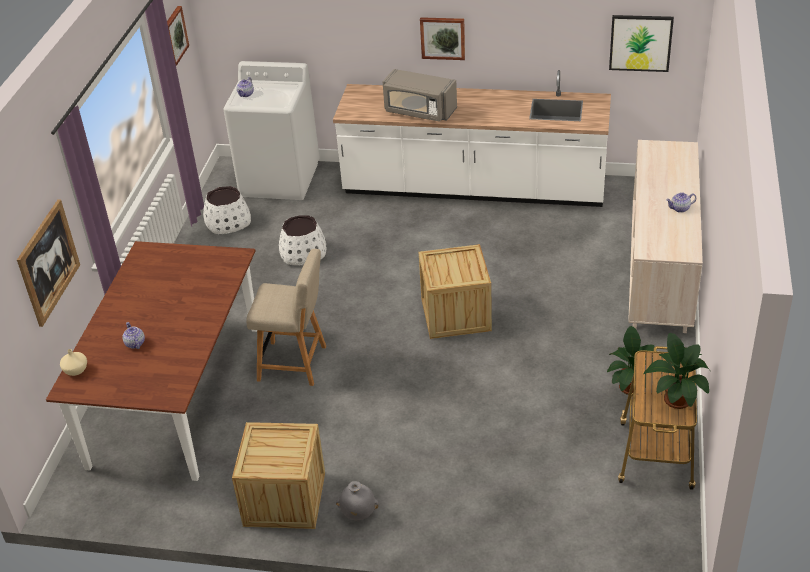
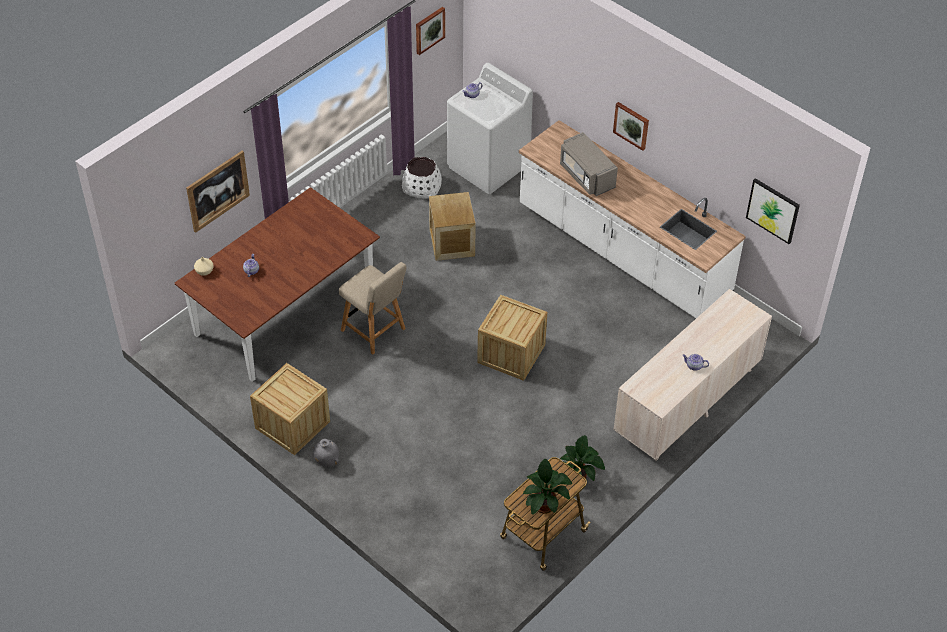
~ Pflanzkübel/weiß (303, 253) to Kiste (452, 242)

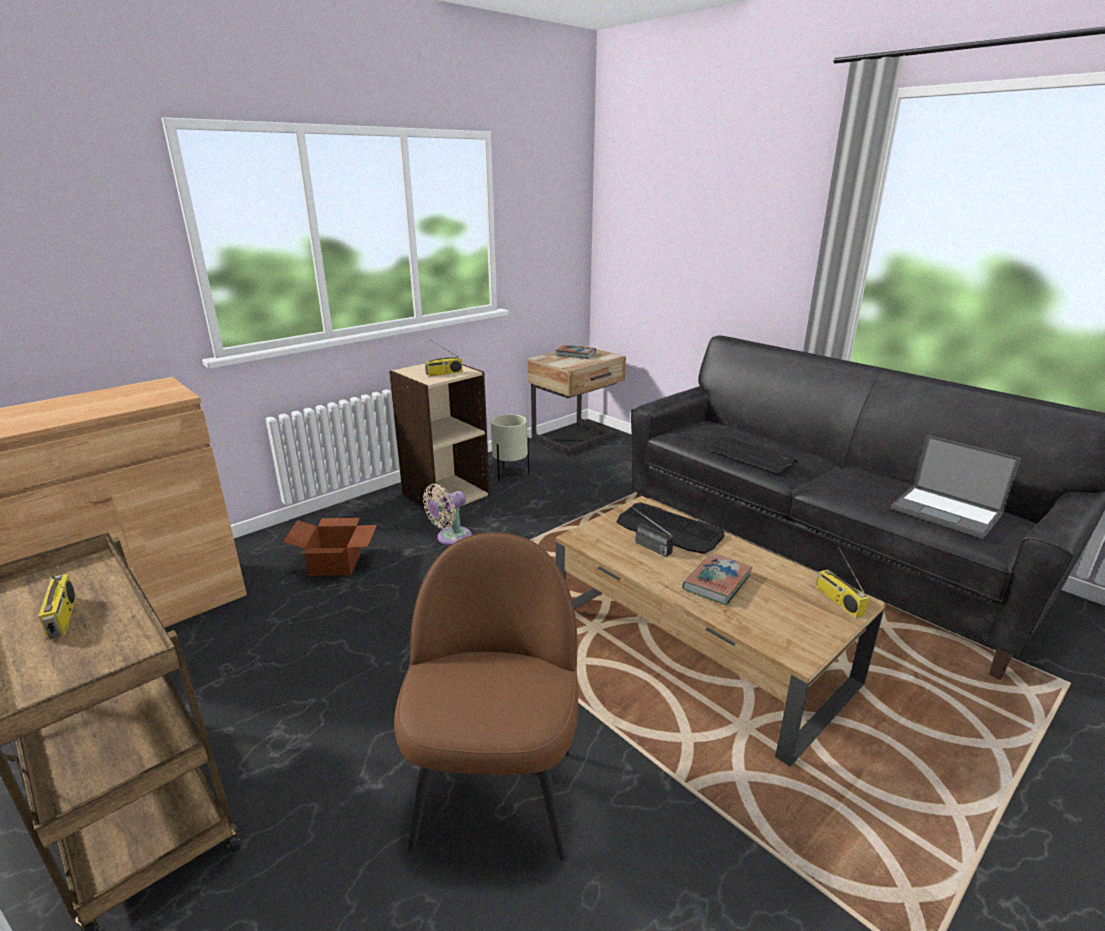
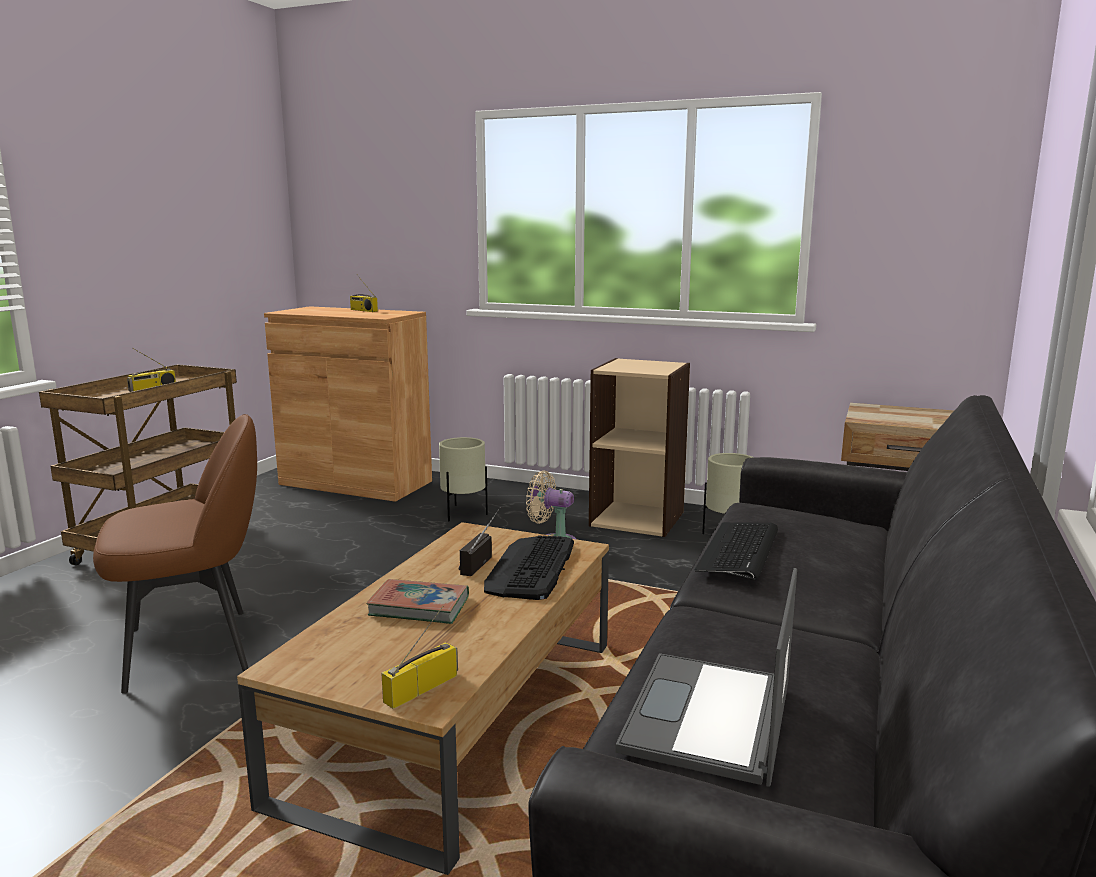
- Buch (575, 354)
~ Radio (444, 373) to (363, 310)
~ Karton (337, 564) to Pflanzkübel/beige (463, 514)

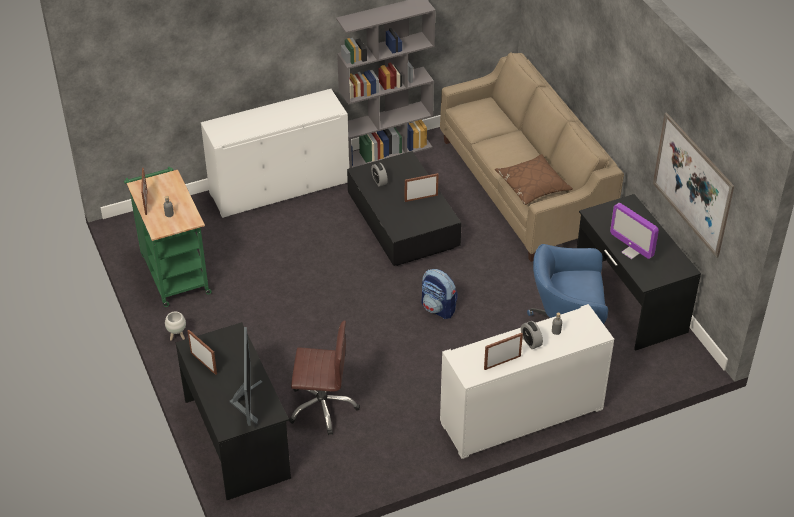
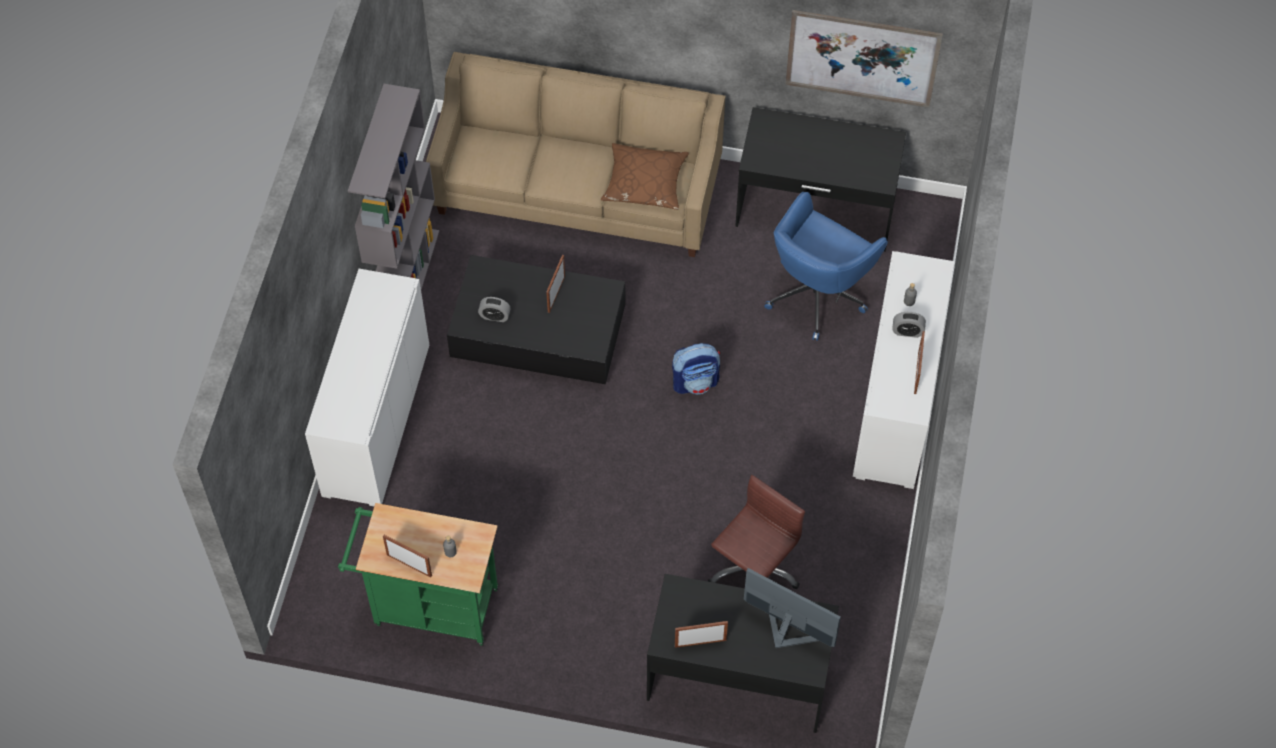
- Pflanzkübel/weiß (177, 336)
- Monitor (631, 252)

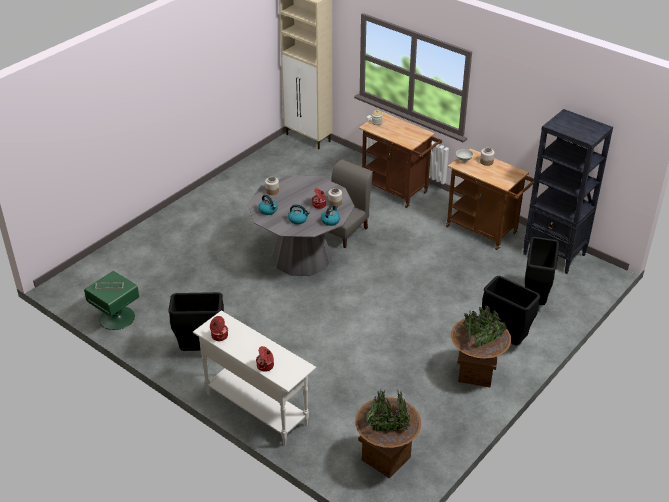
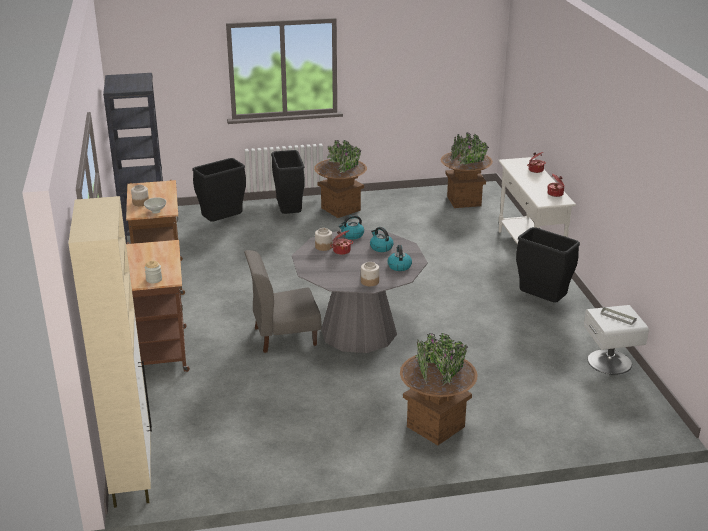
+ Pflanzkübel/braun (435, 427)
~ Nachttisch/grün (116, 318) to Nachttisch/weiß (610, 361)

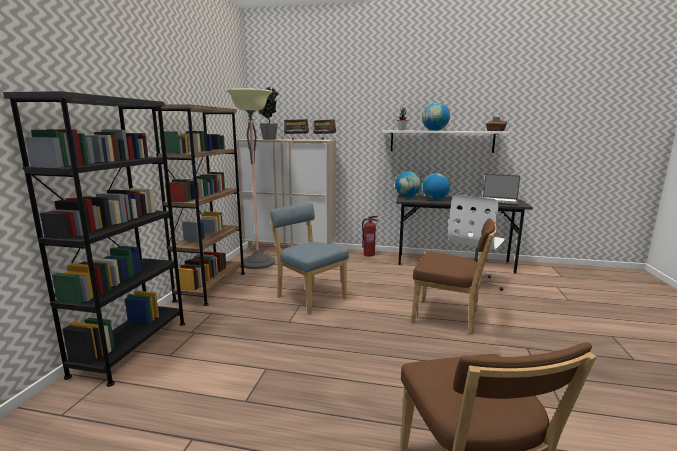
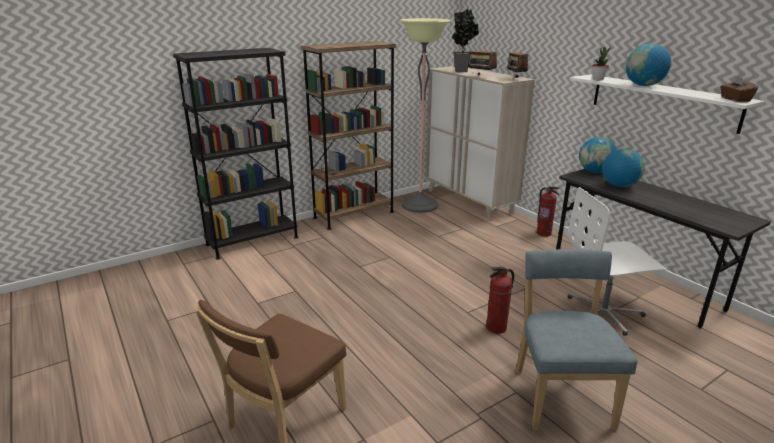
- Laptop (499, 202)
~ Stuhl/blau (309, 297) to (560, 394)
~ Stuhl/braun (449, 317) to Feuerlöscher (496, 328)

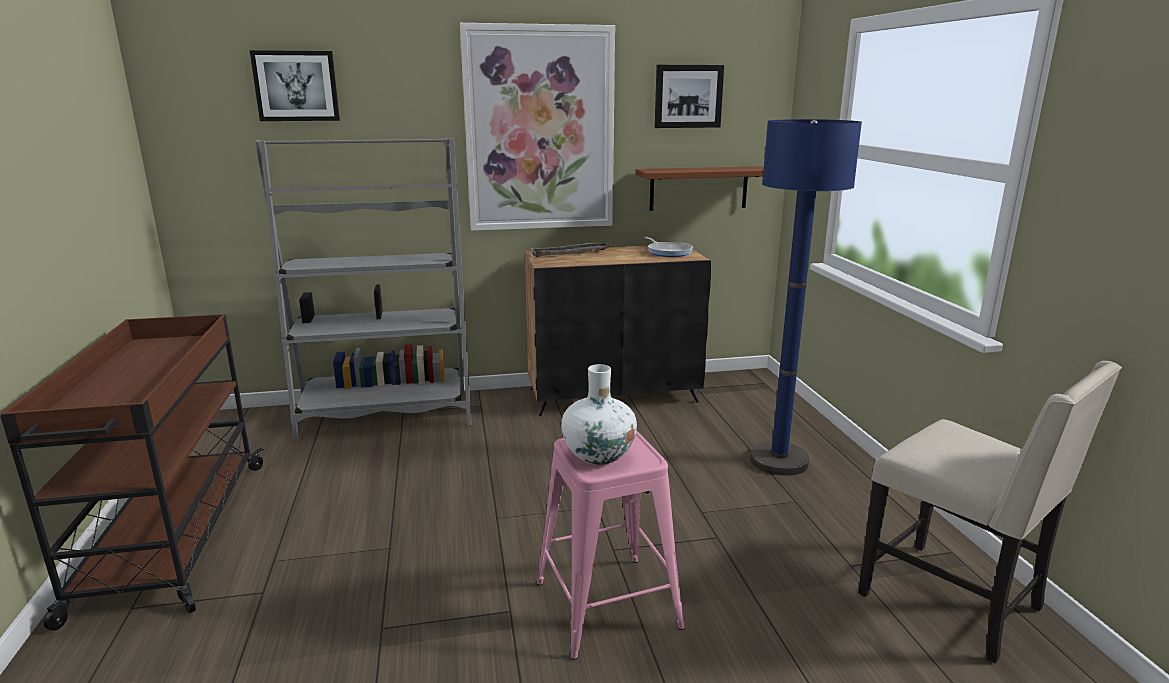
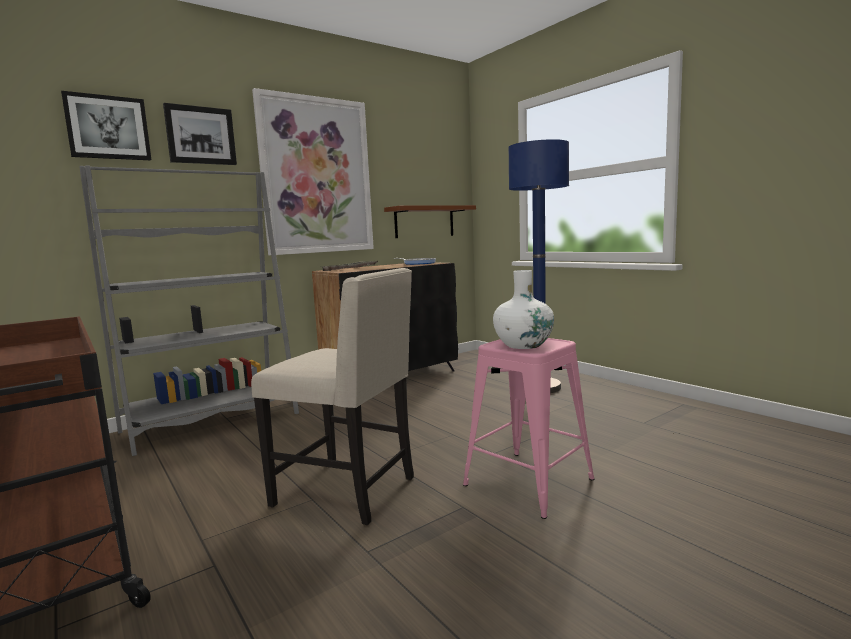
~ Bild (688, 96) to (200, 135)
~ Stuhl/beige (954, 602) to (348, 491)

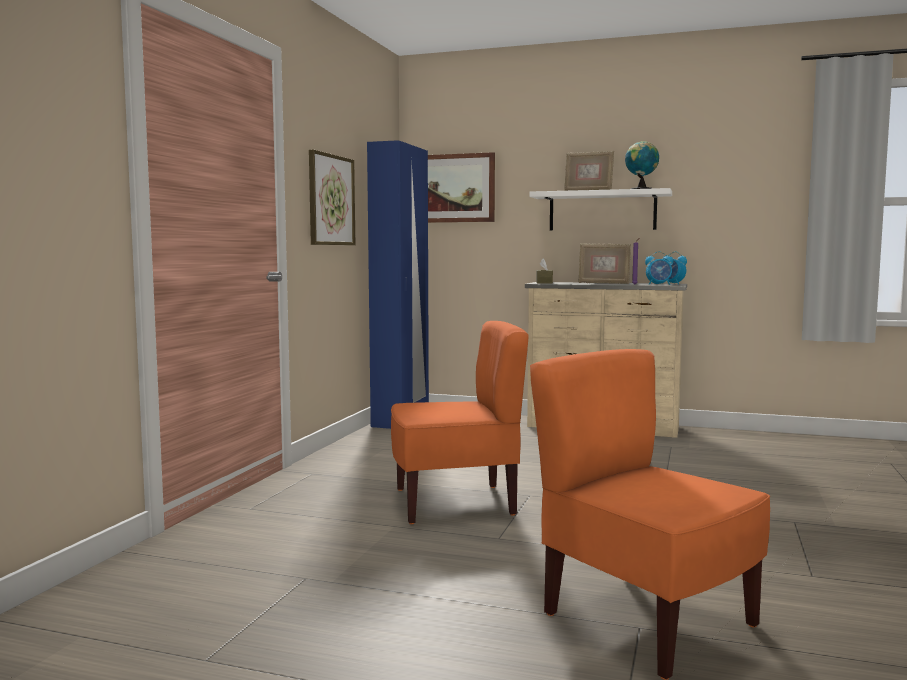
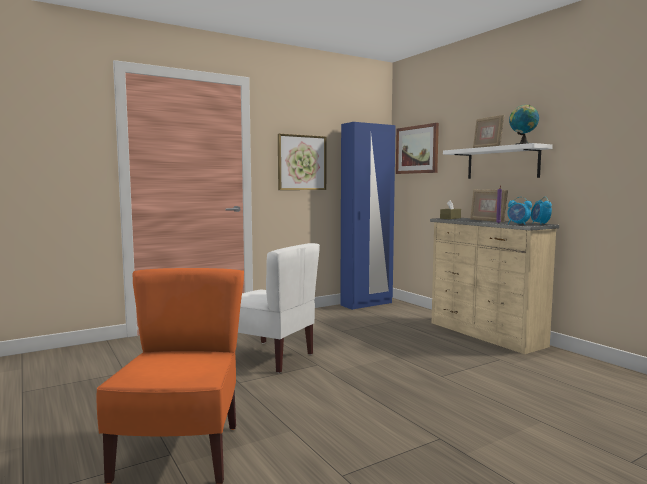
~ Stuhl/orange (455, 503) to Stuhl/weiß (269, 357)

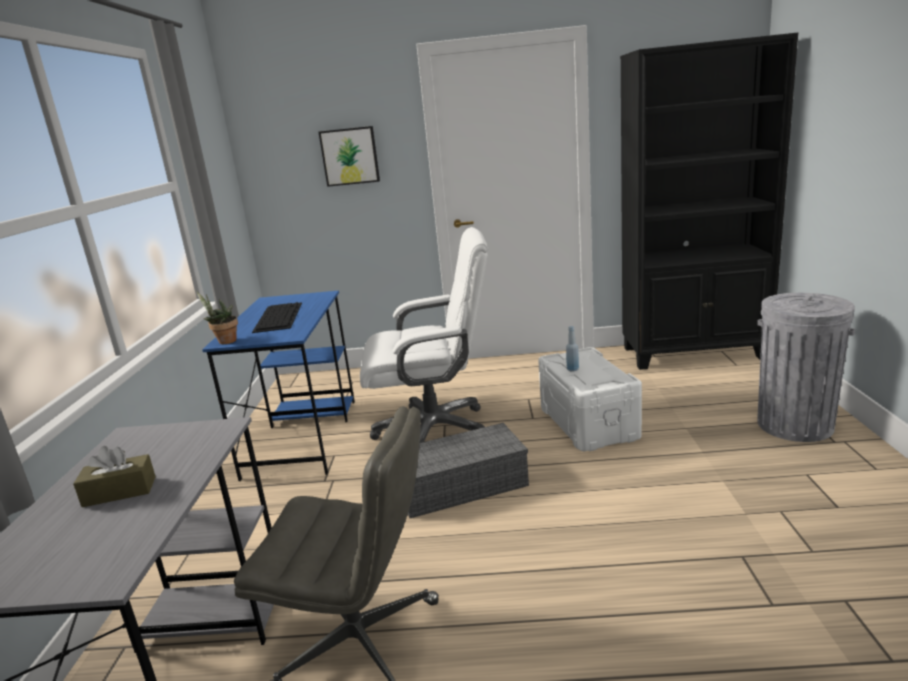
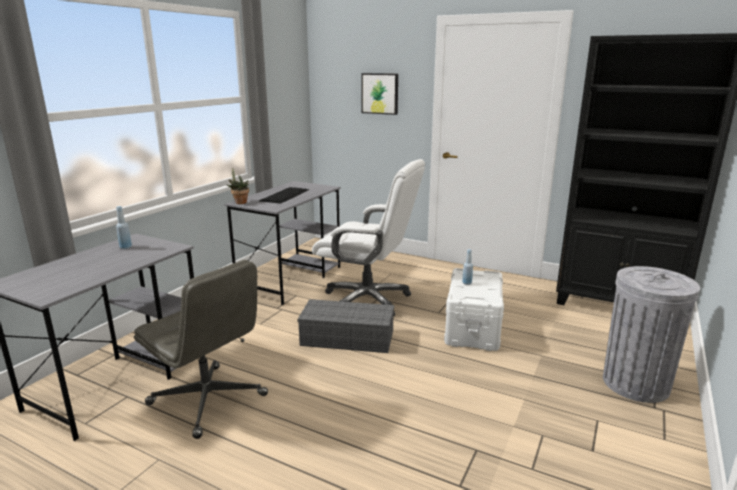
- Taschentuchbox/braun (119, 491)
+ Flasche/blau (125, 247)
~ Schreibtisch/blau (303, 436) to Schreibtisch/grau (291, 278)

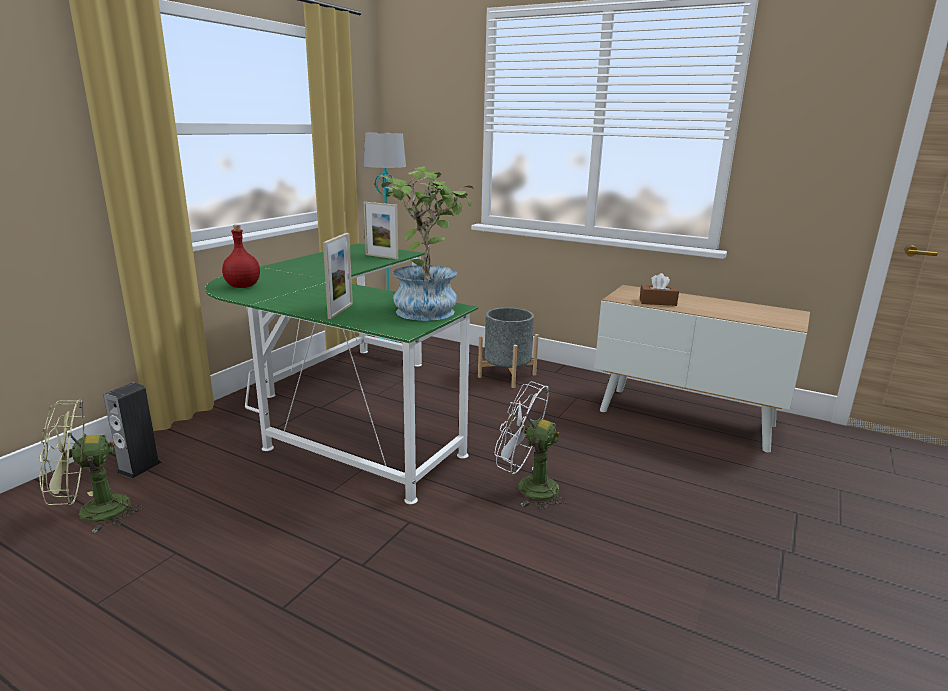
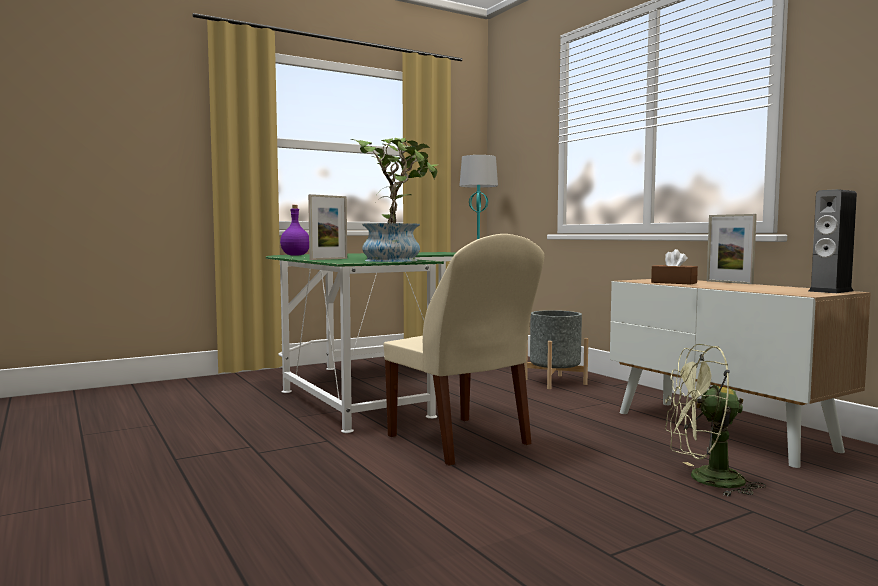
~ Ventilator/grün (92, 513) to (705, 480)
~ Lautsprecher (139, 467) to (831, 291)
~ Bilderrahmen (381, 256) to (729, 282)
~ Ventilator/weiß (528, 487) to Stuhl/beige (460, 442)
~ Flasche/rot (243, 286) to Flasche/lila (295, 255)

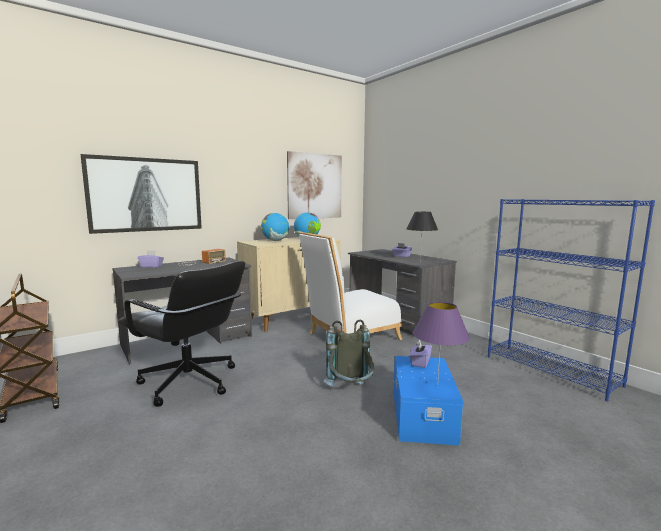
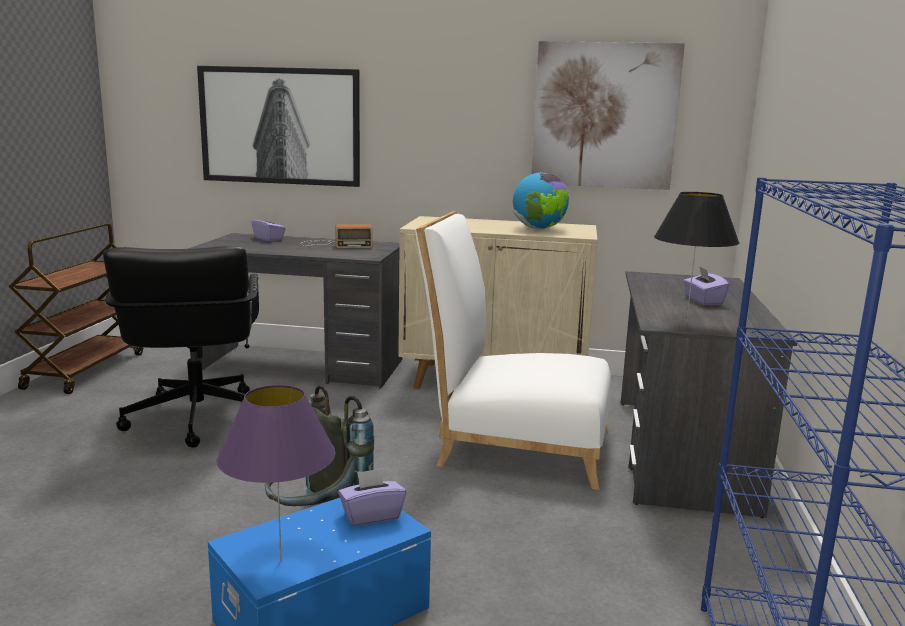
- Globus (275, 241)

